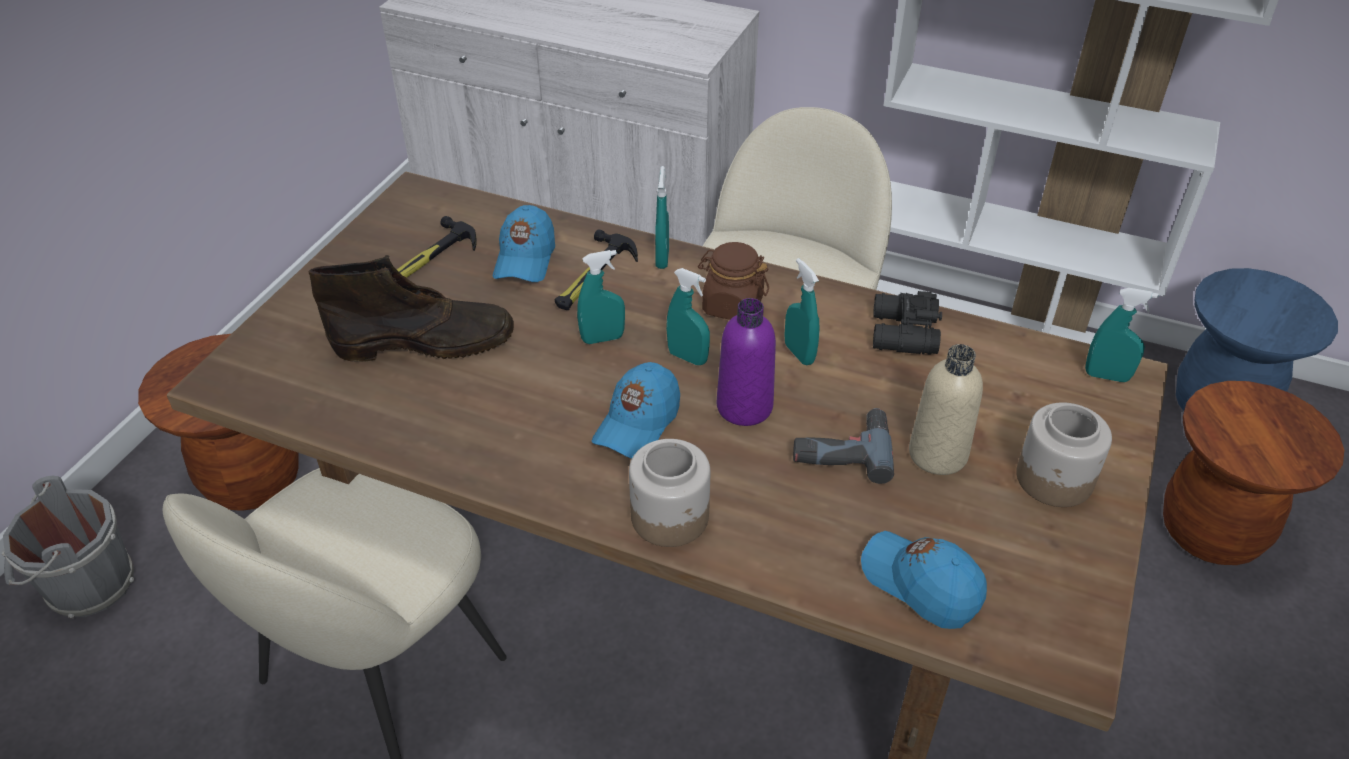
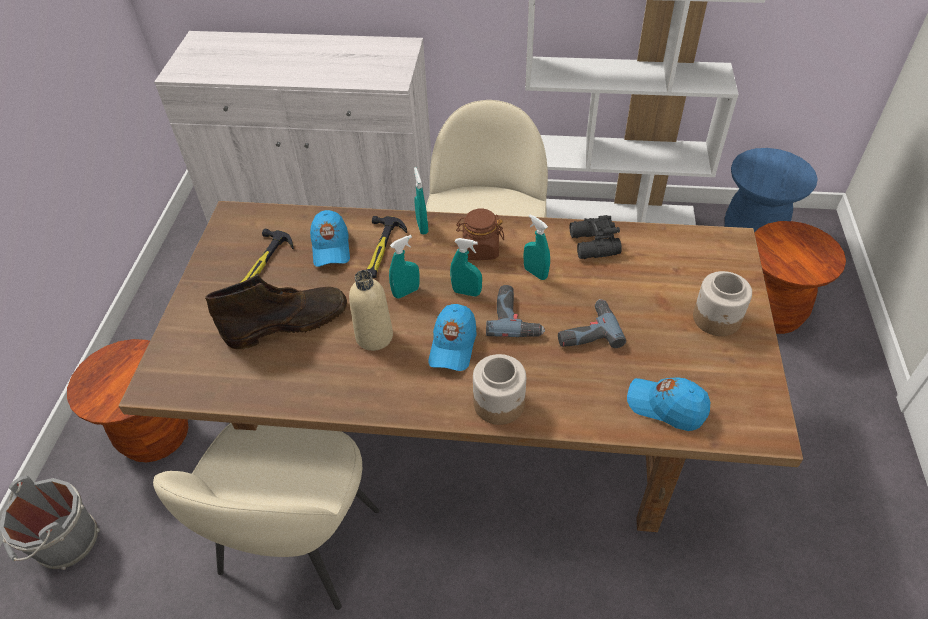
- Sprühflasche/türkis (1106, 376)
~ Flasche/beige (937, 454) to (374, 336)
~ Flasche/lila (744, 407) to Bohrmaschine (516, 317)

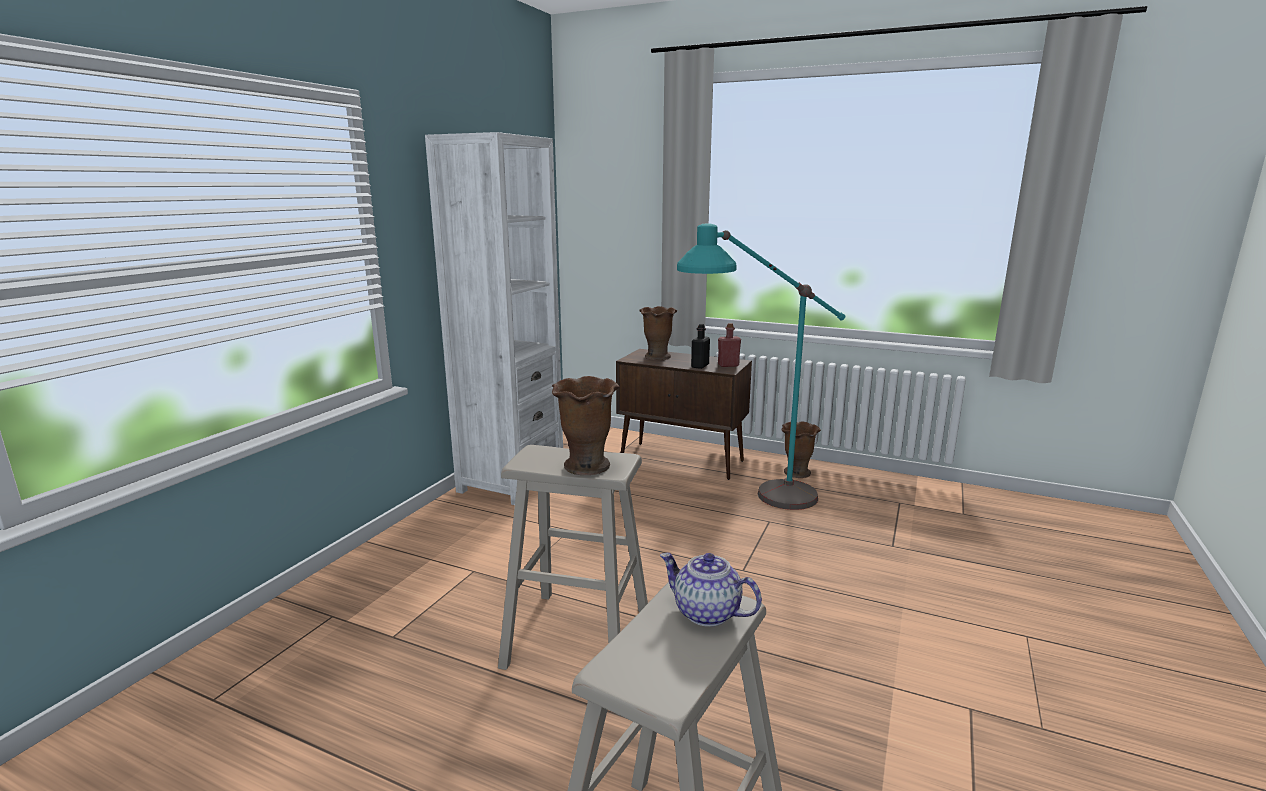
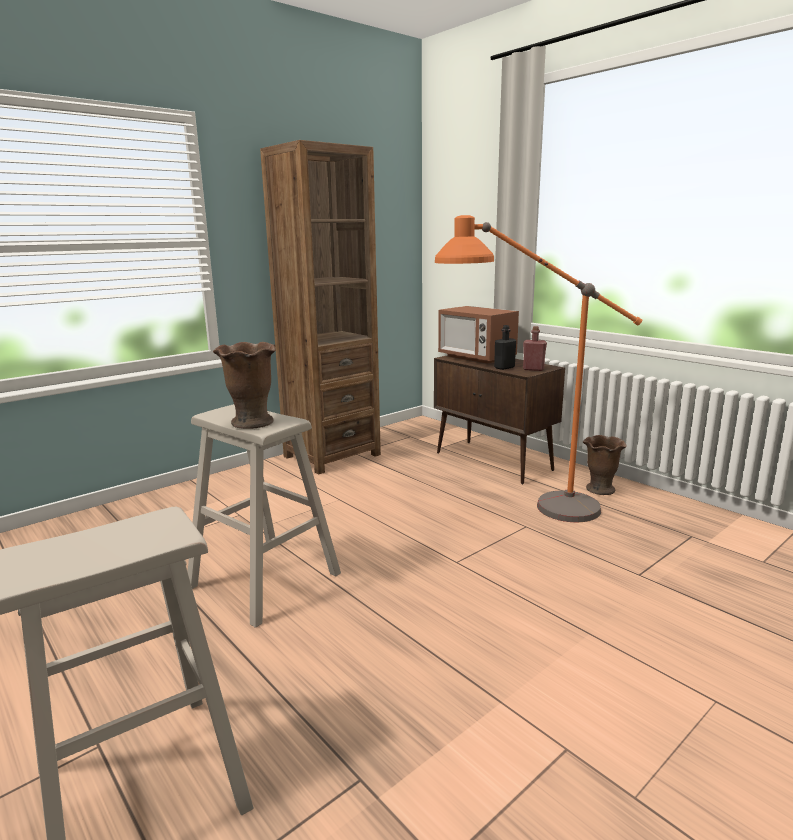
- Teekanne (706, 613)
~ Vase/braun (657, 357) to Mikrowelle (476, 357)
~ Bücherregal/weiß (511, 481) to Bücherregal/braun (332, 455)
~ Stehlampe/türkis (752, 504) to Stehlampe/orange (524, 509)

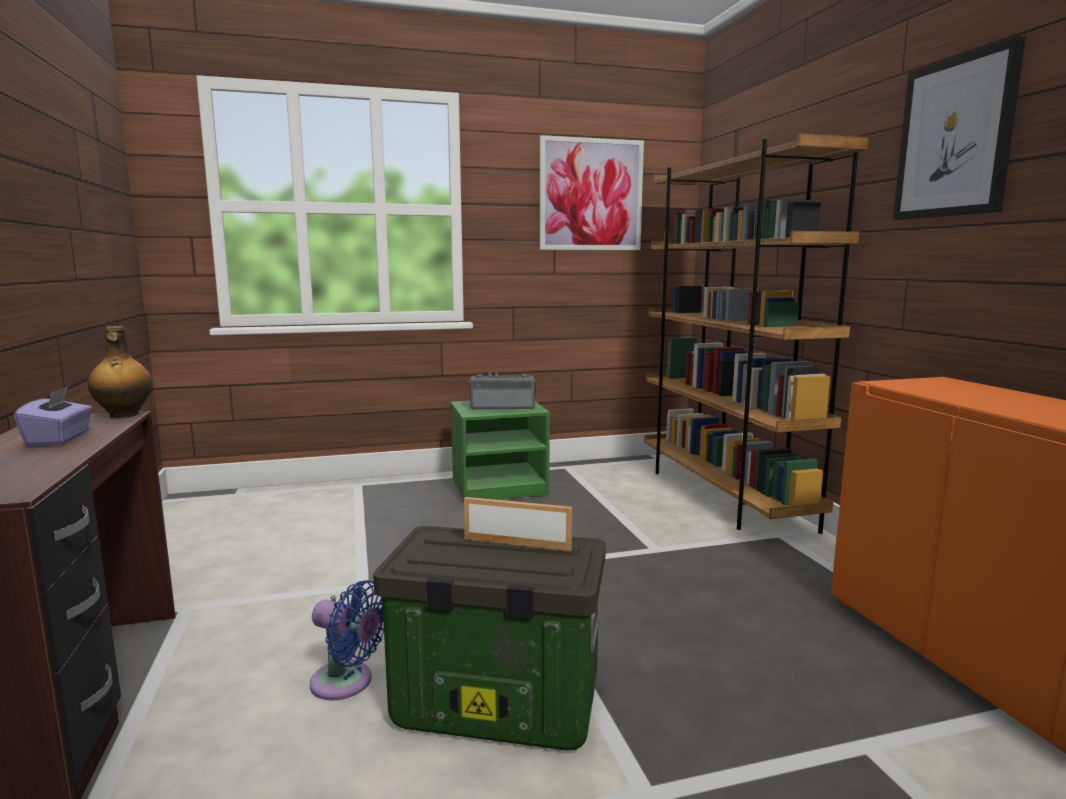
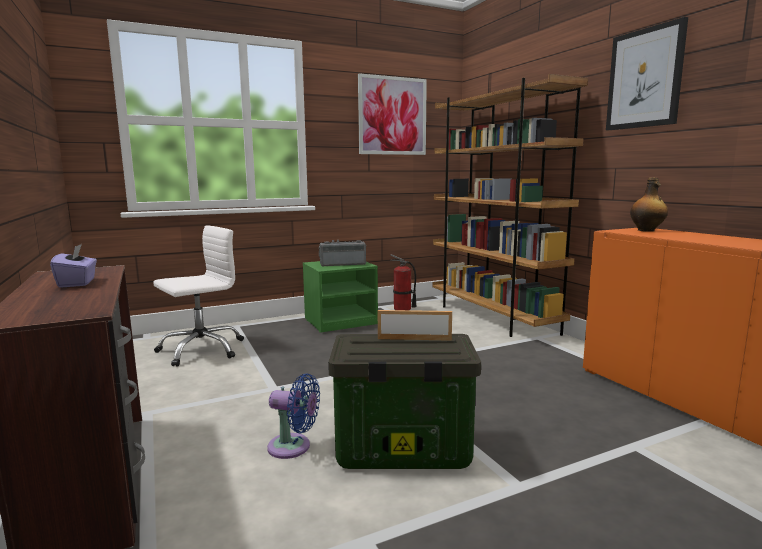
+ Bürostuhl/weiß (201, 349)
+ Feuerlöscher (402, 309)
~ Flasche (124, 415) to (646, 230)

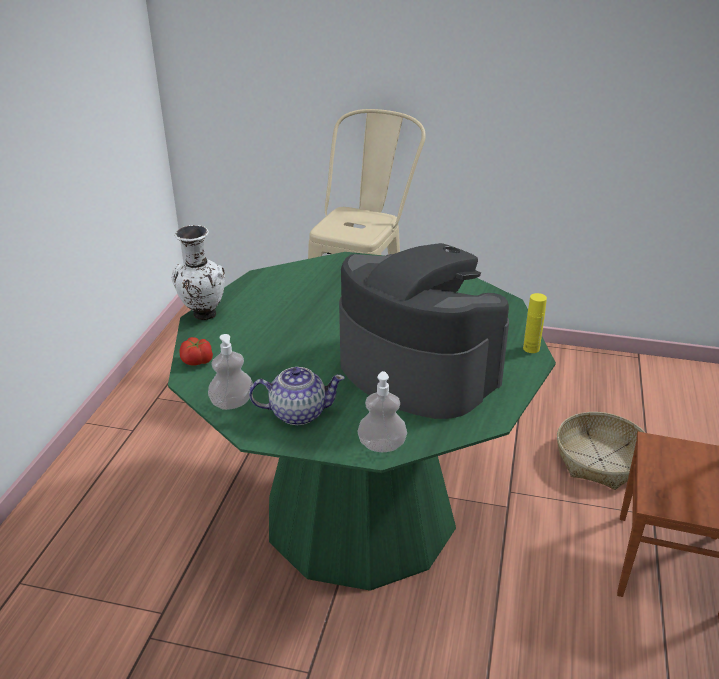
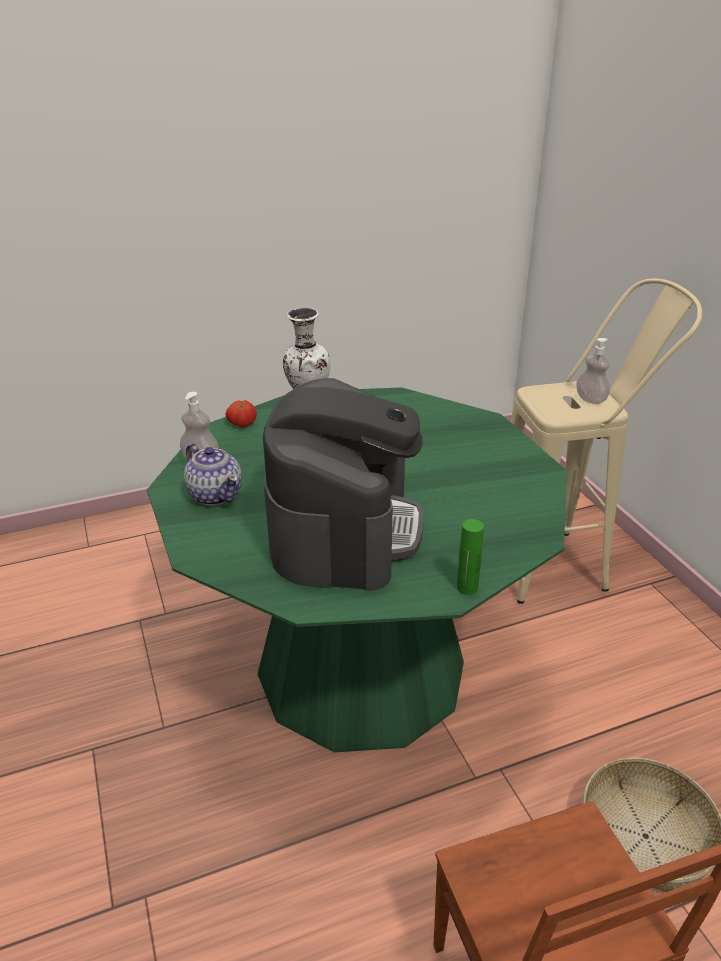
~ Seifenspender (382, 445) to (590, 399)
~ Flasche/gelb (531, 348) to Flasche/grün (467, 587)

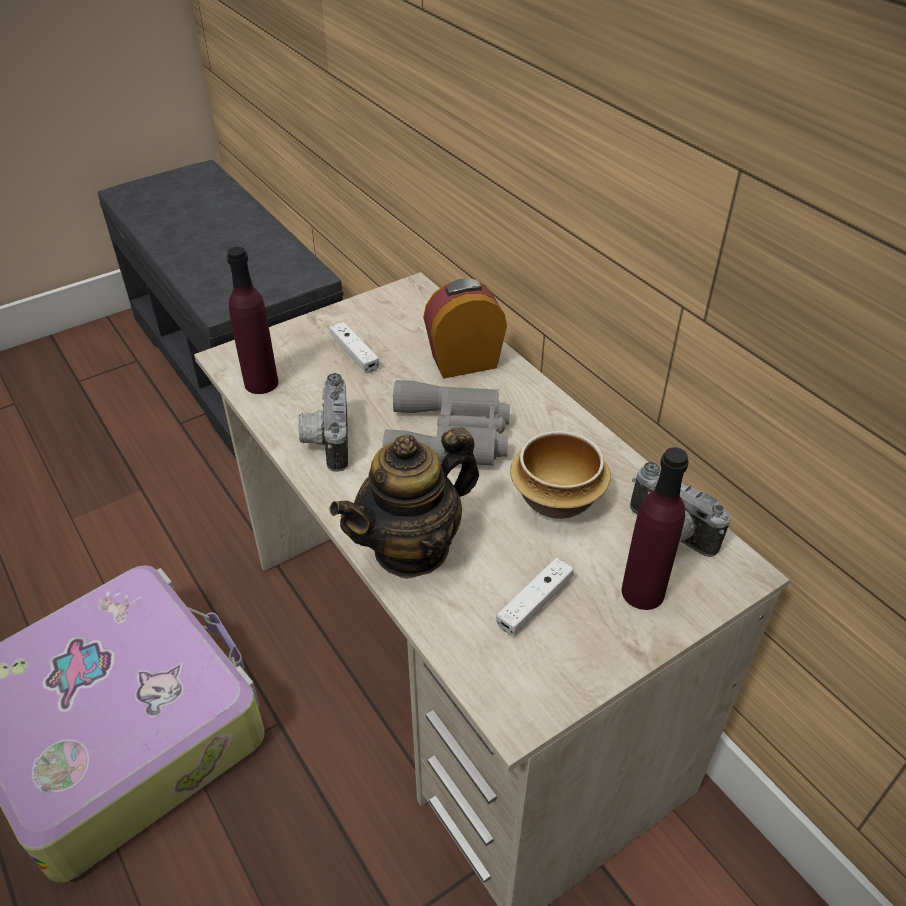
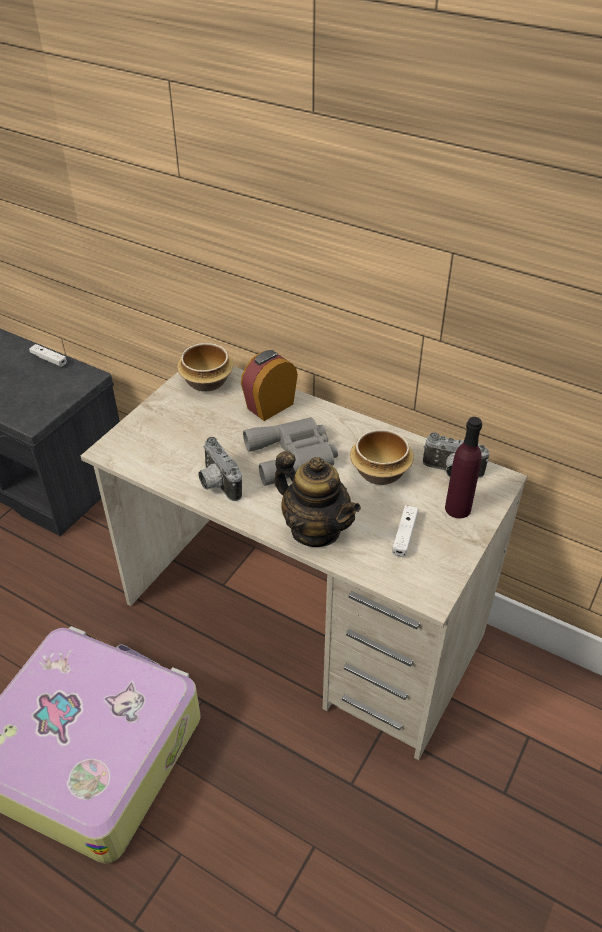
- Flasche/lila (261, 383)
+ Schüssel (207, 381)
~ Gamepad/weiß (354, 354) to (49, 359)
~ Teekanne (412, 548) = (315, 529) 75 degrees counterclockwise

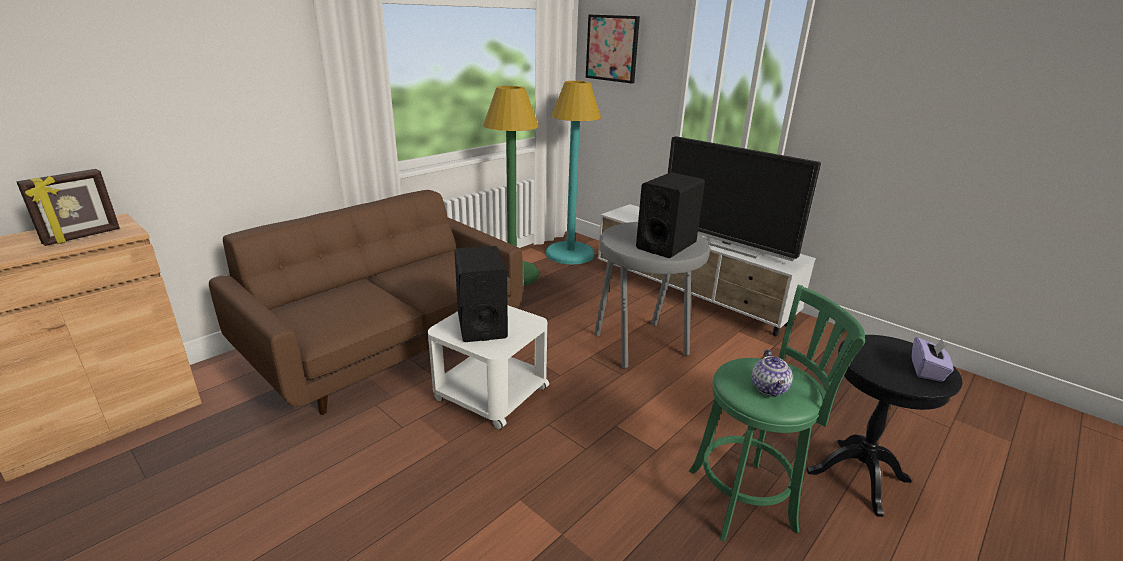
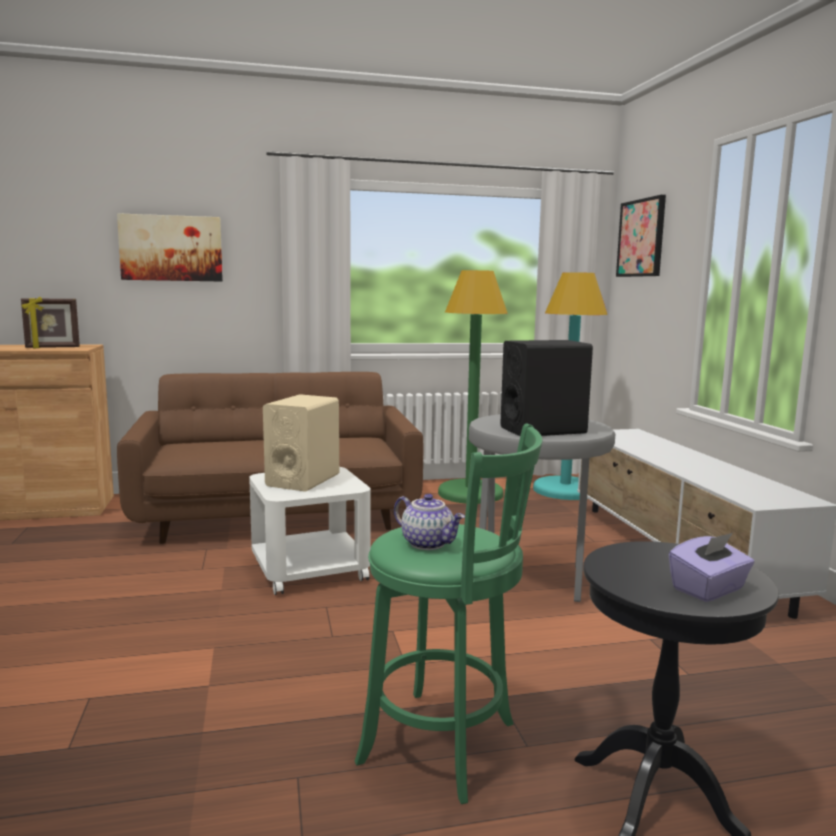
- Fernseher (726, 245)
+ Bild (171, 248)
~ Lautsprecher/schwarz (481, 325) to Lautsprecher/beige (303, 480)
~ Teekanne (770, 389) = (428, 543) 90 degrees counterclockwise

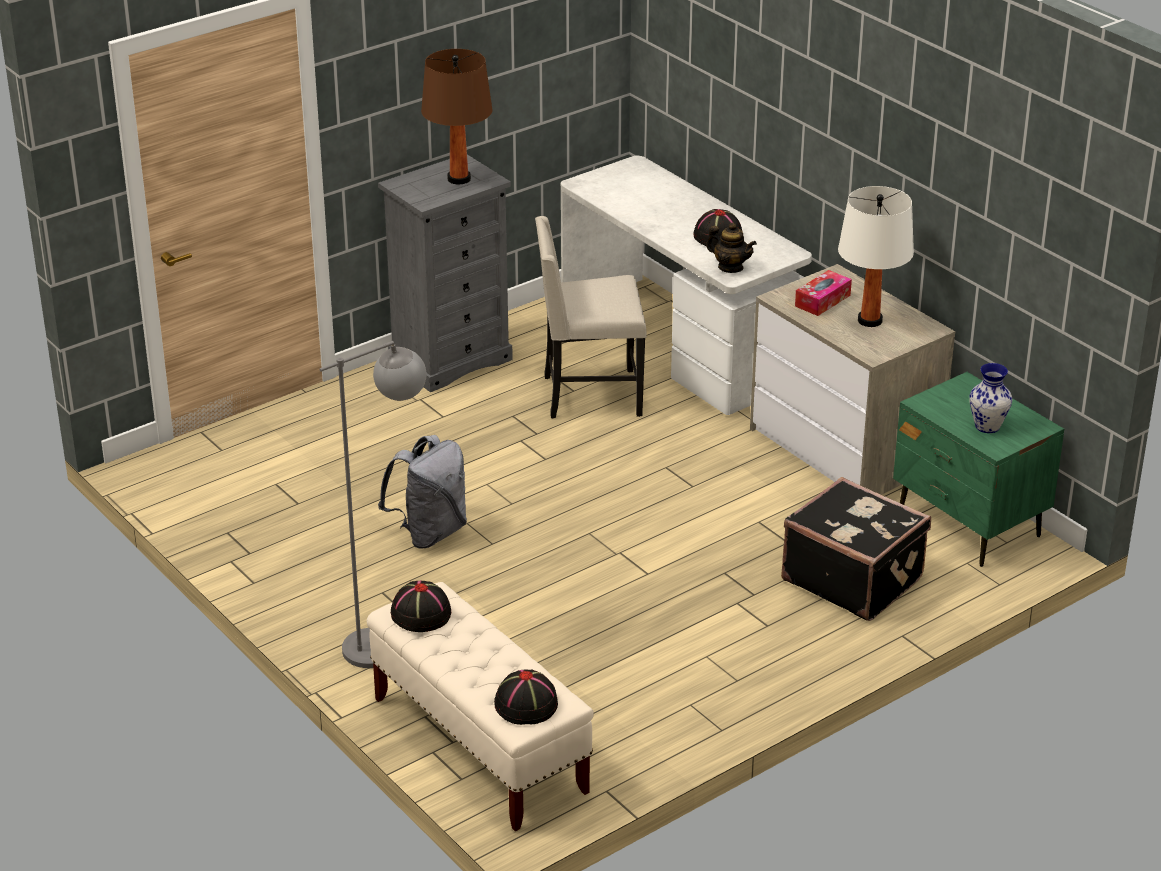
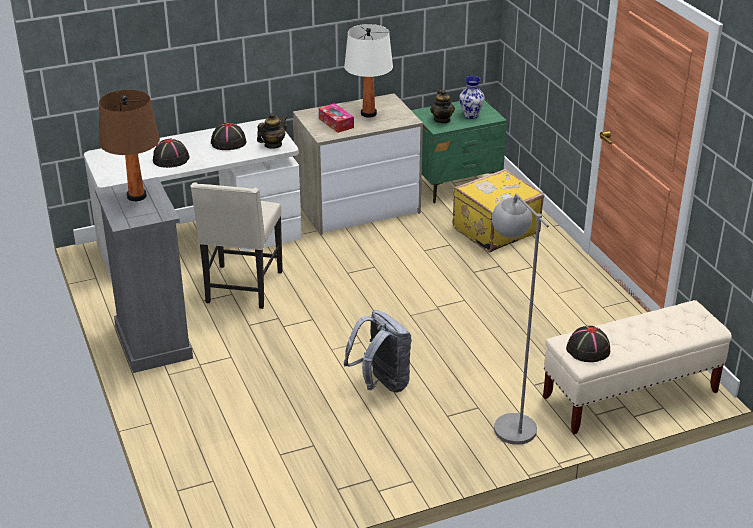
+ Teekanne (442, 120)
~ Hut/schwarz (526, 705) to (171, 159)
~ Koffer/schwarz (853, 578) to Koffer/gelb (494, 230)

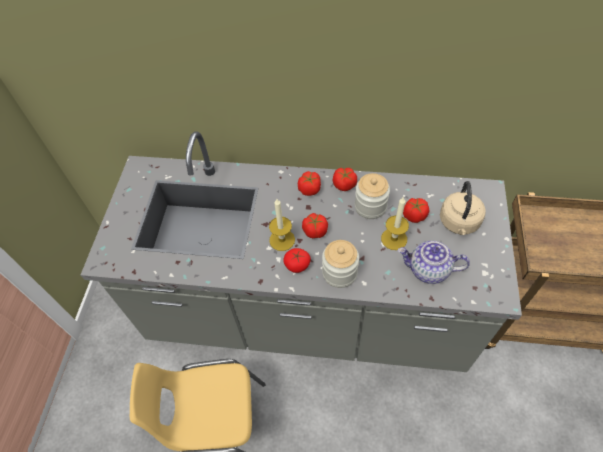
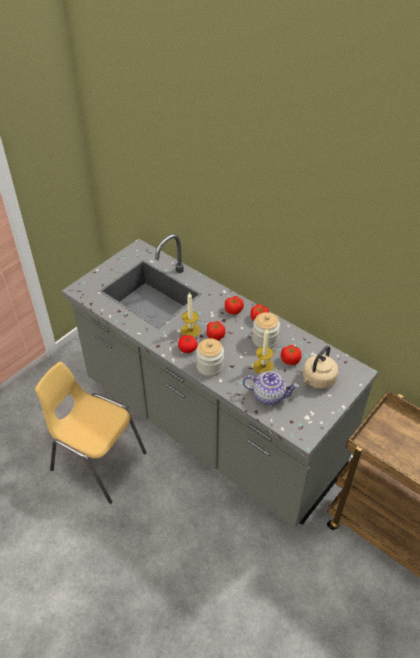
~ Teekanne (428, 270) = (269, 395) 150 degrees clockwise

